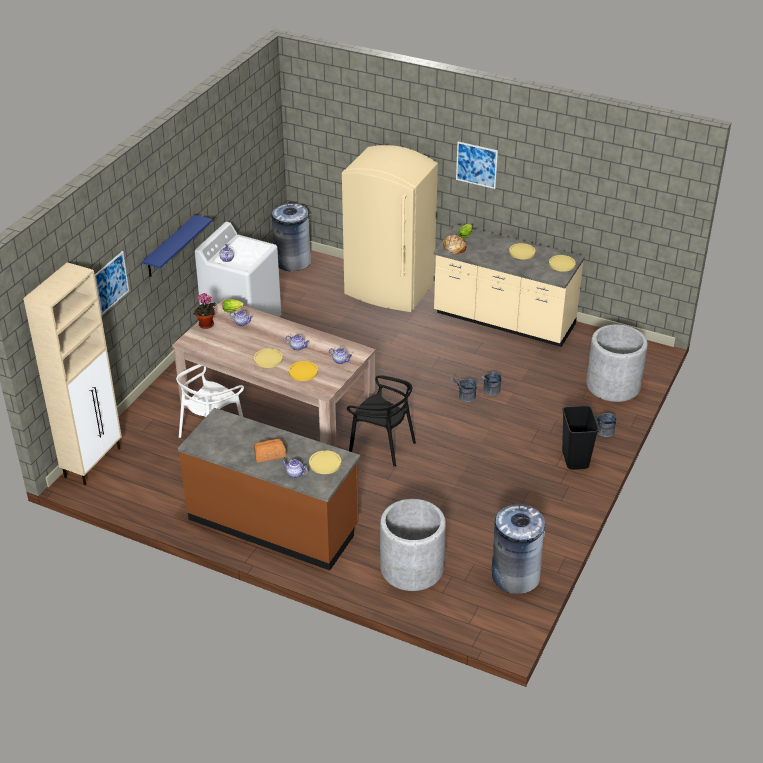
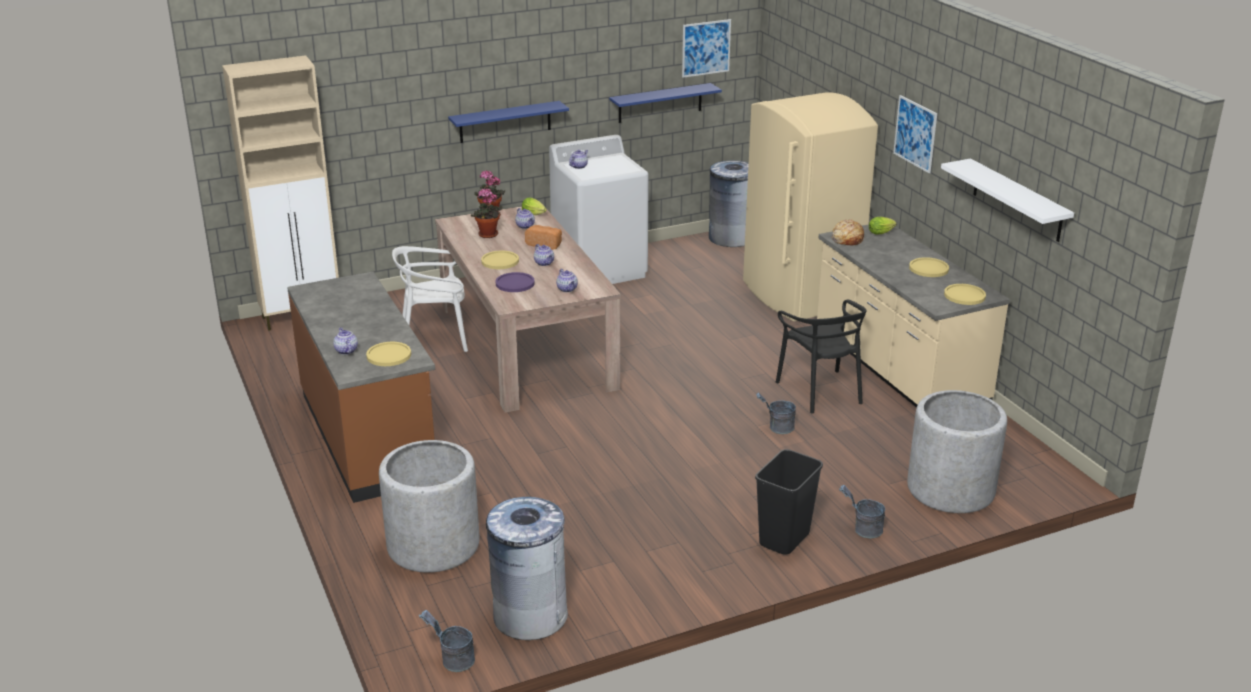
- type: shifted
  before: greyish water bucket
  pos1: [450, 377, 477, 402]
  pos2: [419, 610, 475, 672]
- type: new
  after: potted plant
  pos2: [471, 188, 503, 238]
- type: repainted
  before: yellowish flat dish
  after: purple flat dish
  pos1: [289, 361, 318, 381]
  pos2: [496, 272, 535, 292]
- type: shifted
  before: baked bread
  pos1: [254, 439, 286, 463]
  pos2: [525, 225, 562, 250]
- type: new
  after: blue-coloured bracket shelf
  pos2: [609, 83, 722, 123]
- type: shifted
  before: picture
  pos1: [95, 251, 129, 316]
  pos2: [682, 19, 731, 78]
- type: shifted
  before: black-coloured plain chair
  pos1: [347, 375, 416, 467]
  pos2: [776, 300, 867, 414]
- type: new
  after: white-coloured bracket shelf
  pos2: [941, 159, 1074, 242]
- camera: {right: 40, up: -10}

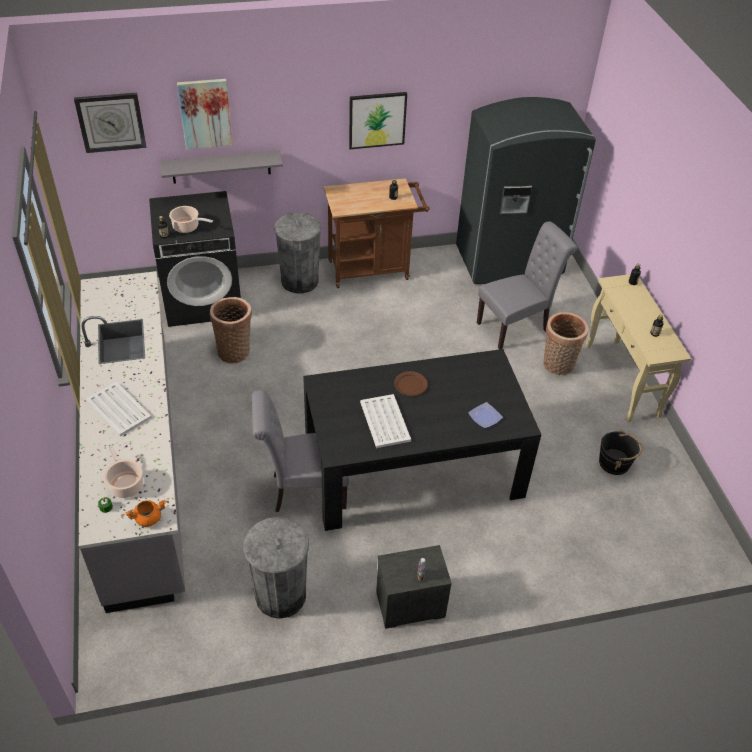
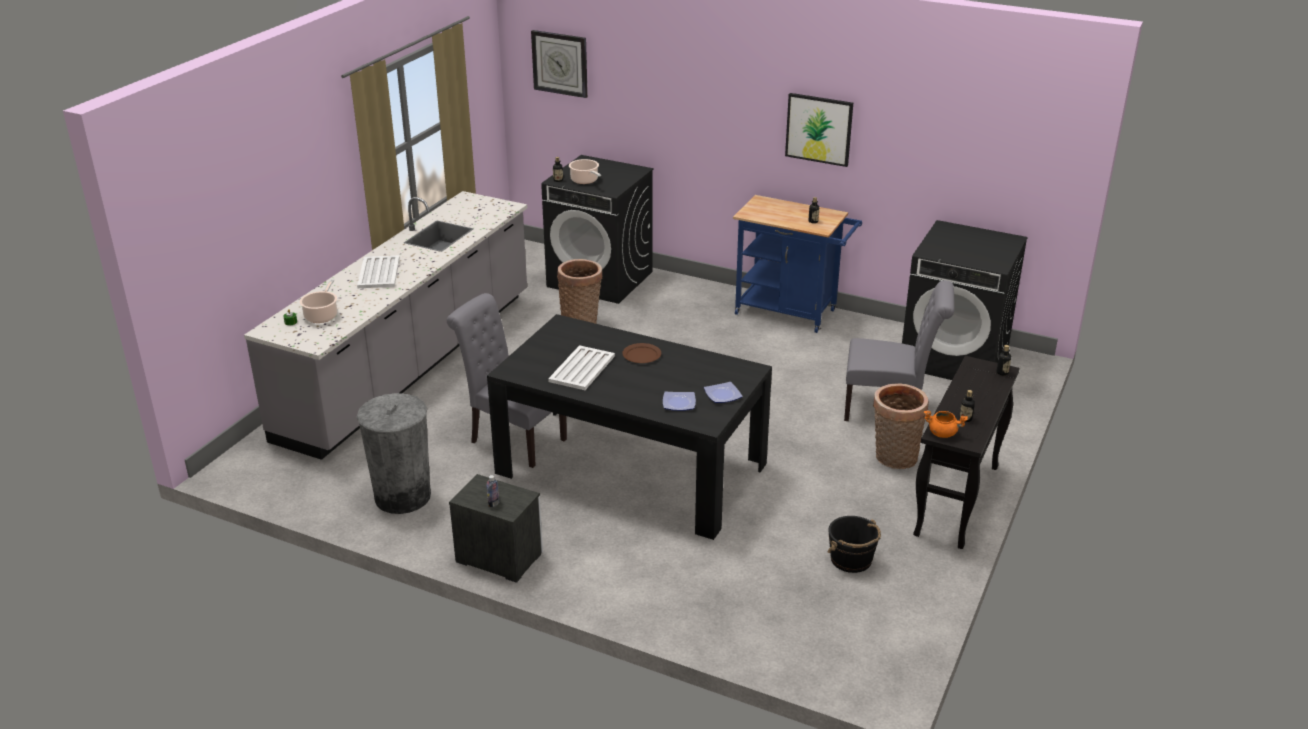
- type: new
  after: flat dish
  pos2: [704, 382, 743, 403]
- type: repainted
  before: brown cart
  after: blue-coloured cart
  pos1: [324, 178, 429, 288]
  pos2: [733, 195, 862, 333]
- type: swapped
  before: greyish kitchen fridge
  after: black-coloured laundry appliance
  pos1: [456, 97, 596, 284]
  pos2: [902, 220, 1028, 380]
- type: repainted
  before: beige-coloured hall table
  after: black-coloured hall table
  pos1: [586, 274, 691, 422]
  pos2: [913, 356, 1020, 549]
- type: shifted
  before: orange stockpot
  pos1: [125, 499, 166, 527]
  pos2: [924, 411, 968, 438]
- type: gone
  before: greyish bracket shelf
  pos1: [160, 150, 283, 184]
- type: gone
  before: picture
  pos1: [177, 79, 233, 149]
- type: gone
  before: greyish rubbish bin
  pos1: [274, 212, 321, 293]
- camera: {right: 40, up: -15}

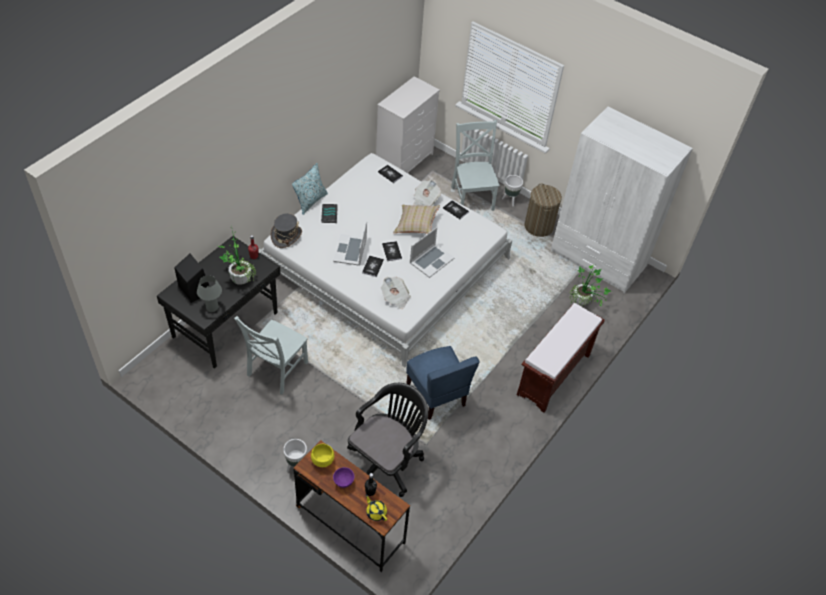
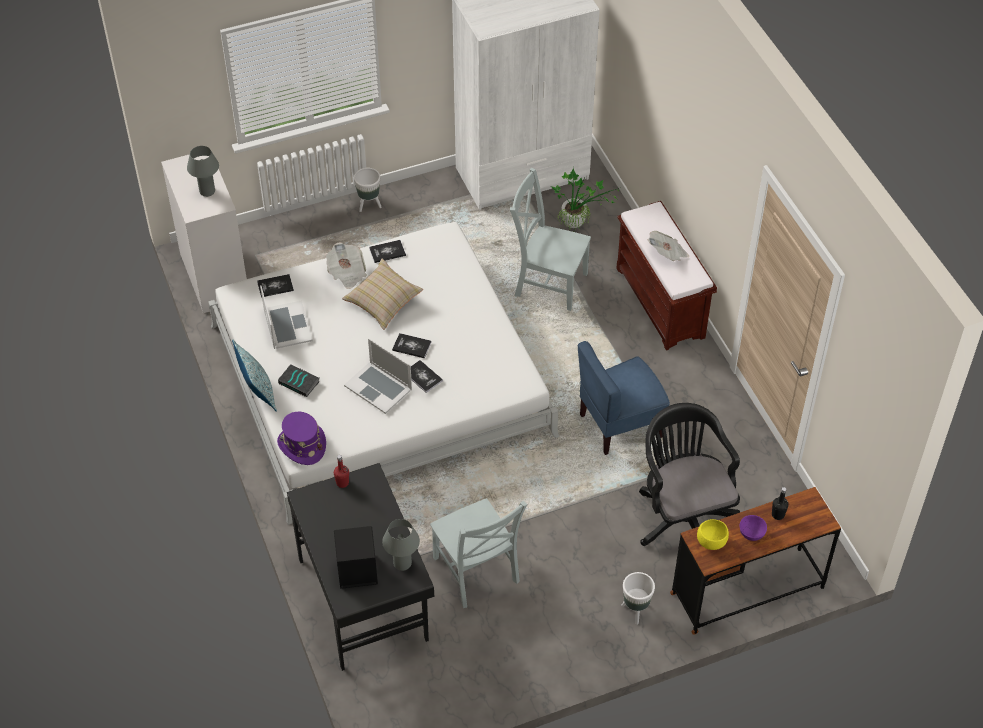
- type: new
  after: greyish lamp for a table
  pos2: [187, 146, 219, 197]
- type: shifted
  before: notebook computer
  pos1: [410, 227, 455, 278]
  pos2: [260, 285, 313, 349]
- type: repainted
  before: greyish hat
  after: purple hat
  pos1: [271, 213, 302, 248]
  pos2: [277, 412, 326, 465]
- type: shifted
  before: greyish plain chair
  pos1: [451, 120, 500, 211]
  pos2: [510, 167, 591, 311]
- type: rotated
  before: blue-coloured plain chair
  pos1: [406, 346, 480, 420]
  pos2: [578, 341, 670, 455]
  turn: 150
- type: shifted
  before: daily paper
  pos1: [381, 277, 411, 309]
  pos2: [647, 231, 689, 261]
- type: gone
  before: potted plant
  pos1: [219, 226, 257, 285]
- type: gone
  before: yellowish teapot
  pos1: [366, 495, 387, 521]
- type: gone
  before: laundry basket
  pos1: [524, 183, 562, 237]
- camera: {right: -55, up: 0}

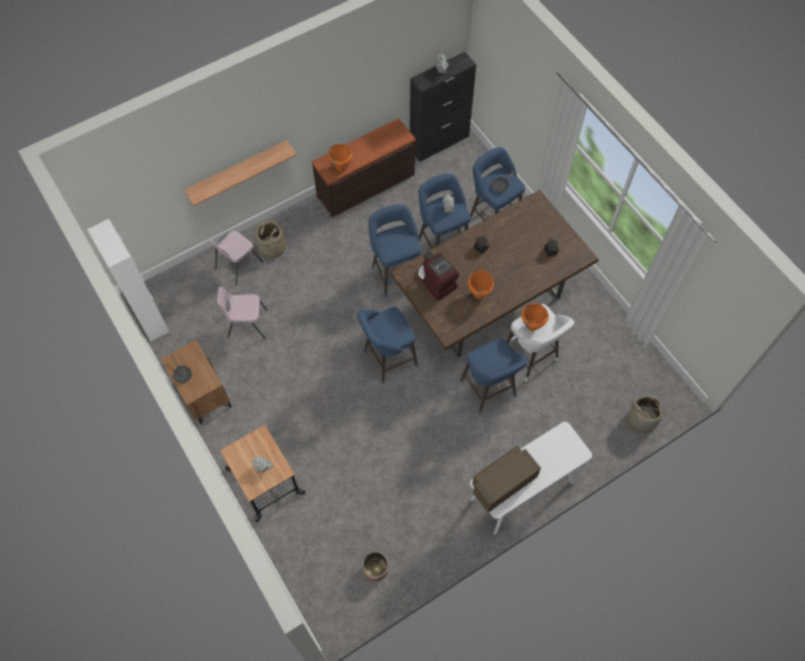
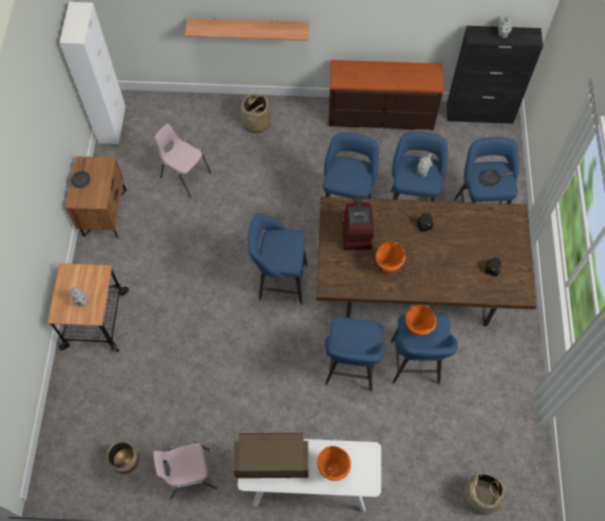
- type: shifted
  before: pink-coloured plain chair
  pos1: [209, 231, 263, 285]
  pos2: [153, 441, 217, 500]
- type: shifted
  before: orange stockpot
  pos1: [328, 144, 352, 172]
  pos2: [317, 446, 351, 481]
- type: repainted
  before: white-coloured stool
  after: blue-coloured stool
  pos1: [507, 304, 574, 381]
  pos2: [390, 315, 458, 384]
- camera: {right: 35, up: 0}

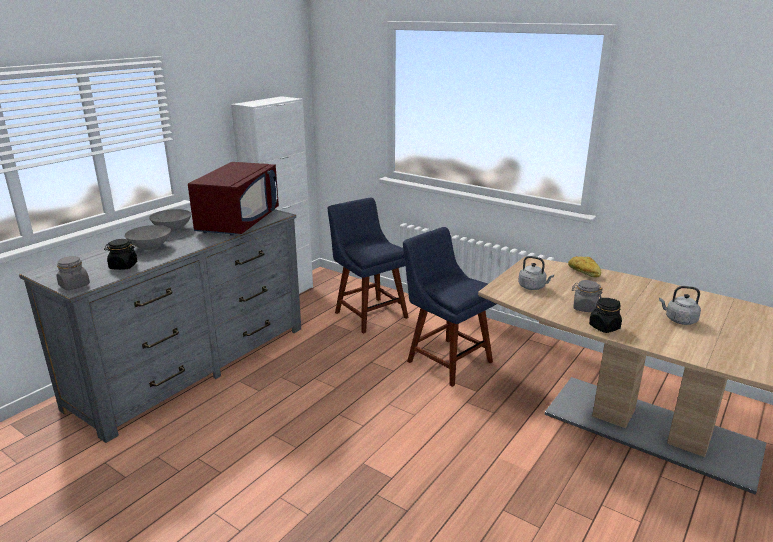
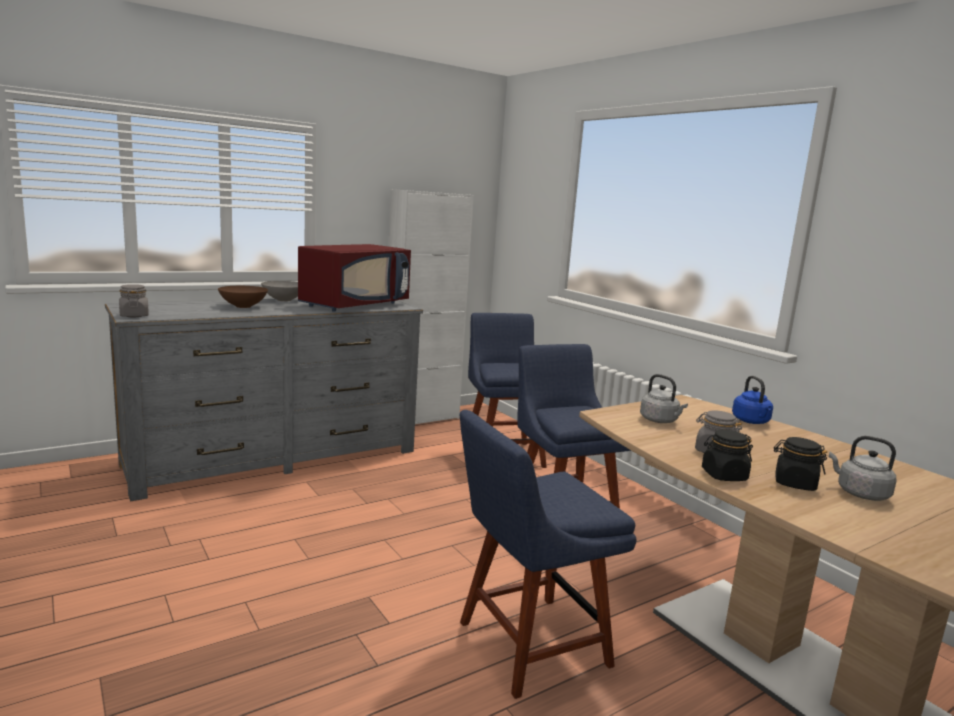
- type: repainted
  before: greyish bowl
  after: brown bowl
  pos1: [125, 225, 171, 250]
  pos2: [218, 286, 268, 308]
- type: new
  after: blue-coloured plain chair
  pos2: [460, 410, 636, 699]
- type: swapped
  before: baked bread
  after: blue-coloured tea kettle
  pos1: [568, 256, 601, 277]
  pos2: [732, 376, 773, 424]
- type: shifted
  before: black-coloured preserve jar
  pos1: [104, 239, 137, 270]
  pos2: [774, 437, 827, 491]
- camera: {right: 20, up: -10}

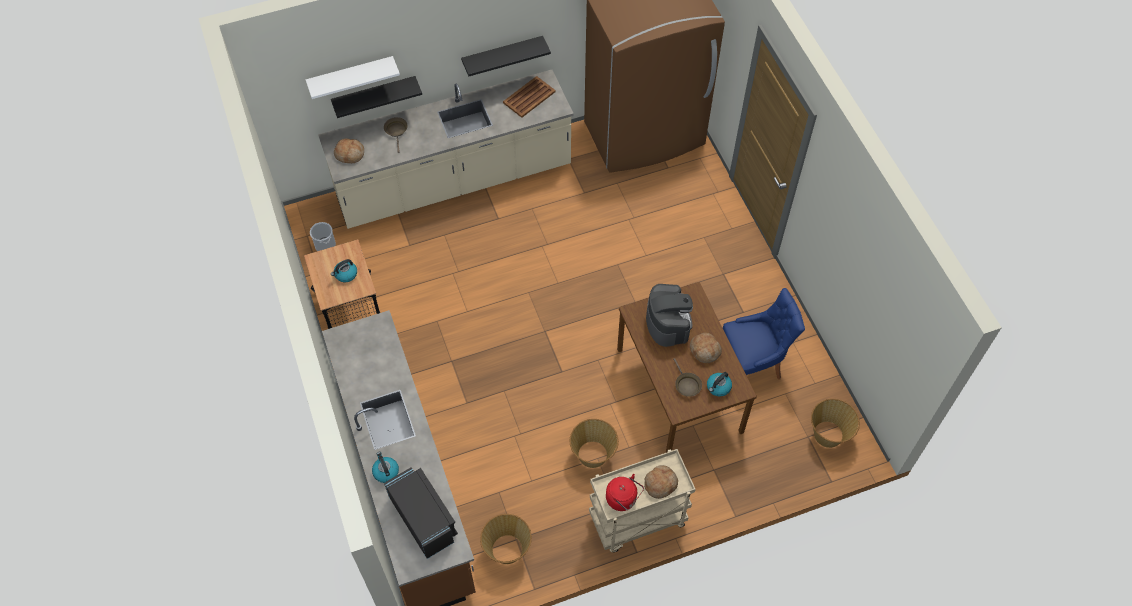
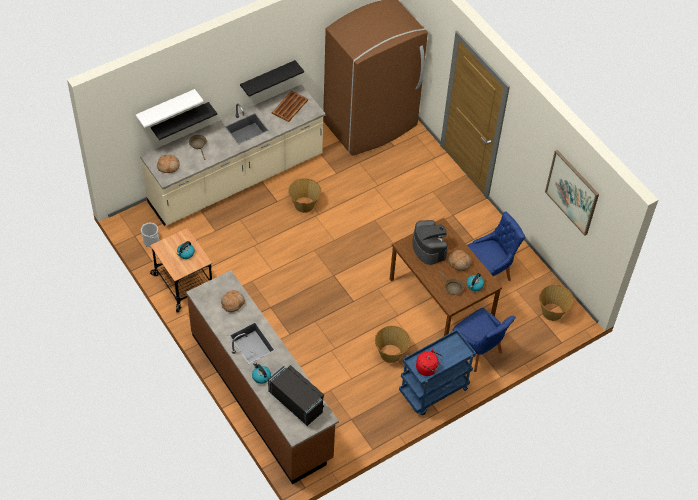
- type: shifted
  before: baked bread
  pos1: [644, 465, 678, 499]
  pos2: [221, 290, 245, 312]
- type: shifted
  before: household basket
  pos1: [480, 514, 532, 564]
  pos2: [288, 178, 321, 213]
- type: repainted
  before: beige-coloured cart
  after: blue-coloured cart
  pos1: [589, 449, 696, 552]
  pos2: [399, 330, 476, 415]
- type: new
  after: blue-coloured plain chair
  pos2: [453, 308, 516, 372]
- type: new
  after: picture
  pos2: [545, 150, 599, 236]
- camera: {right: -15, up: -5}

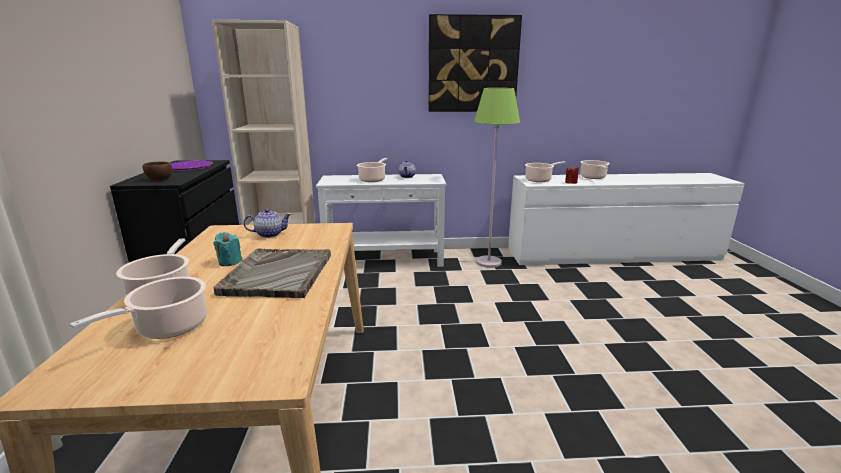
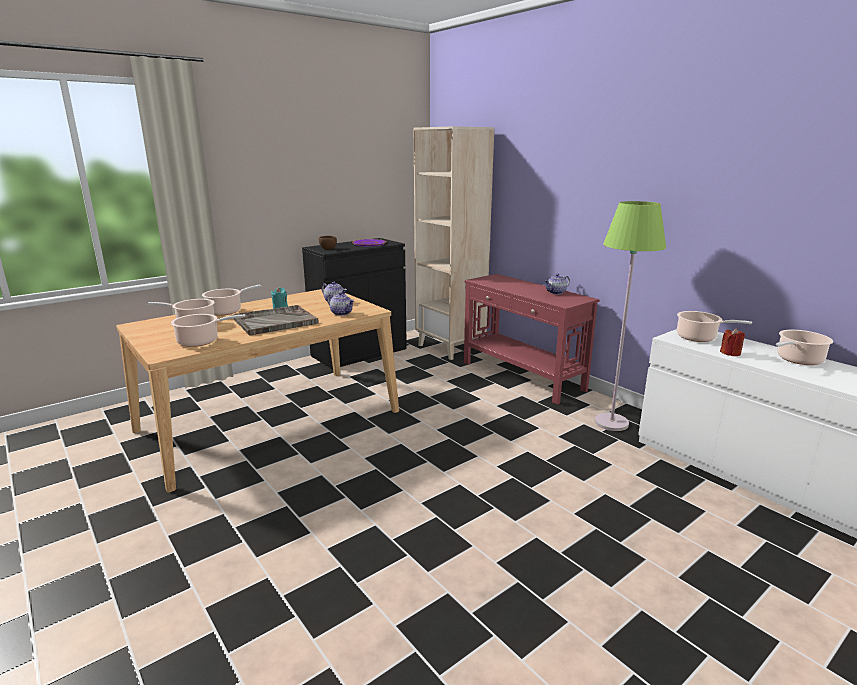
- type: shifted
  before: stockpot
  pos1: [357, 158, 387, 182]
  pos2: [171, 314, 245, 347]
- type: new
  after: teapot
  pos2: [327, 292, 355, 316]
- type: repainted
  before: white-coloured hall table
  after: red-coloured hall table
  pos1: [316, 174, 446, 267]
  pos2: [464, 274, 600, 405]
- type: gone
  before: picture
  pos1: [428, 14, 522, 112]
- camera: {right: 55, up: 0}

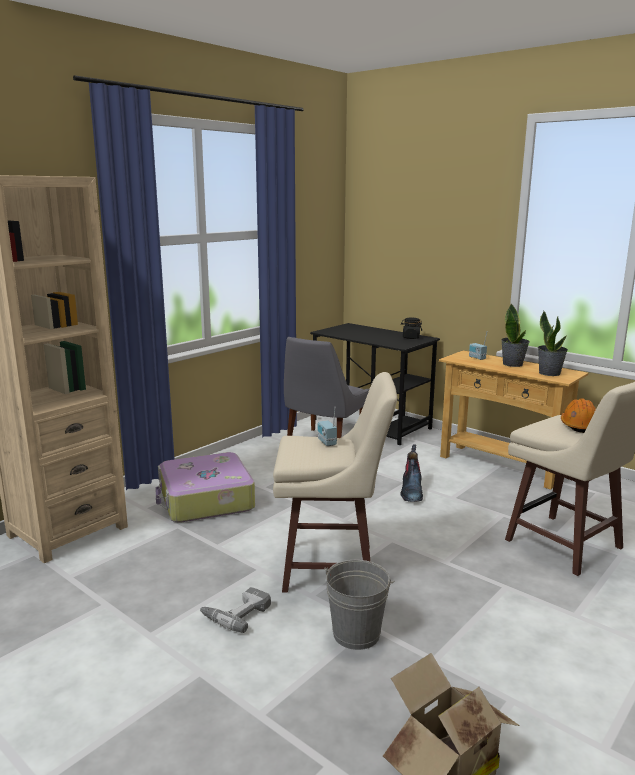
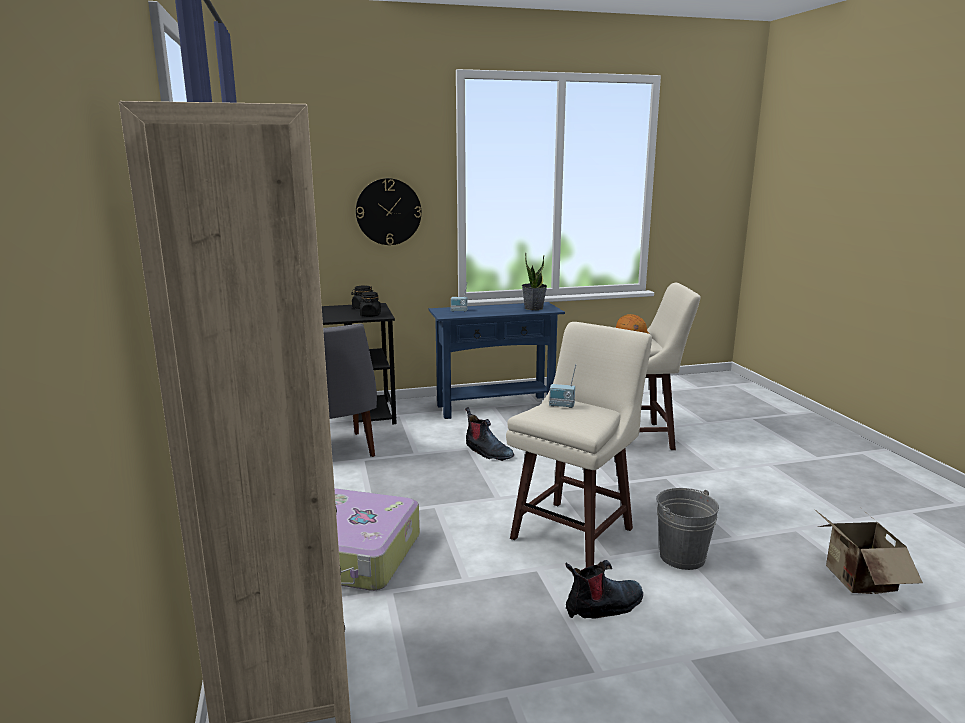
- type: new
  after: hanging clock
  pos2: [356, 178, 421, 245]
- type: new
  after: black-coloured preserve jar
  pos2: [360, 292, 381, 317]
- type: repainted
  before: beige-coloured hall table
  after: blue-coloured hall table
  pos1: [439, 351, 588, 489]
  pos2: [429, 302, 565, 419]
- type: swapped
  before: drill
  after: high-top boot
  pos1: [200, 587, 271, 633]
  pos2: [565, 560, 643, 619]
- type: gone
  before: potted plant
  pos1: [501, 303, 530, 367]
- camera: {right: -55, up: 0}

